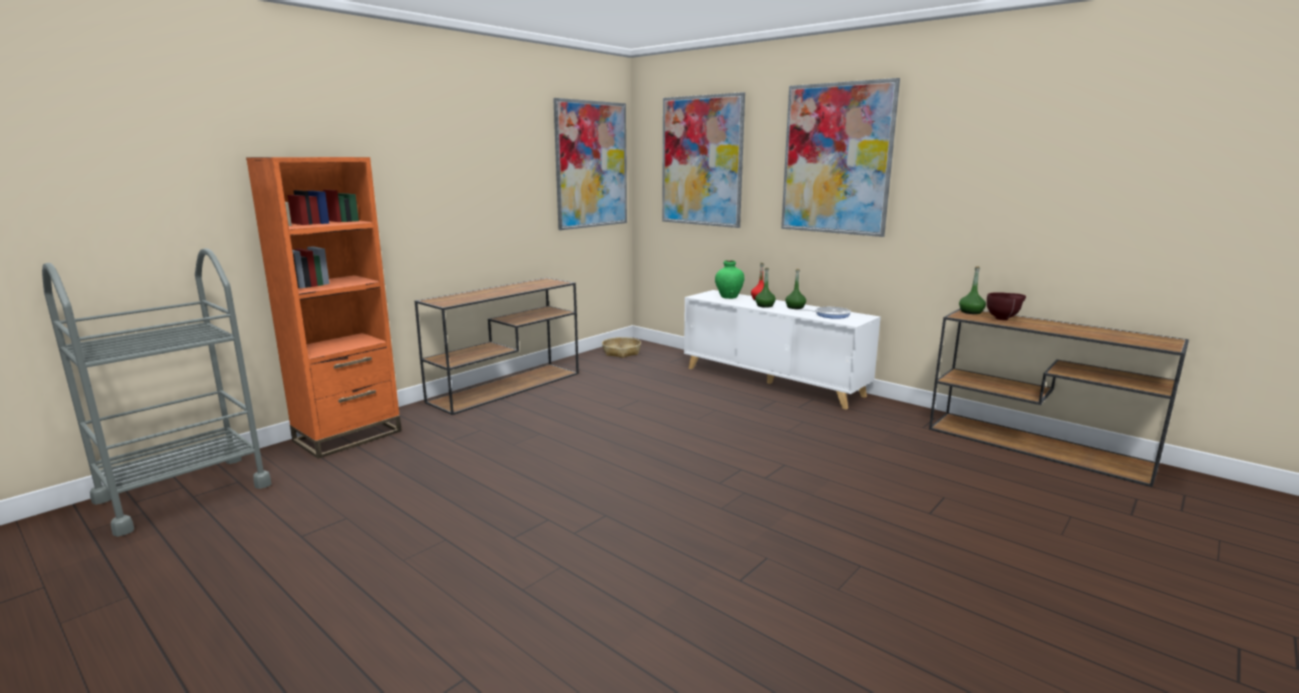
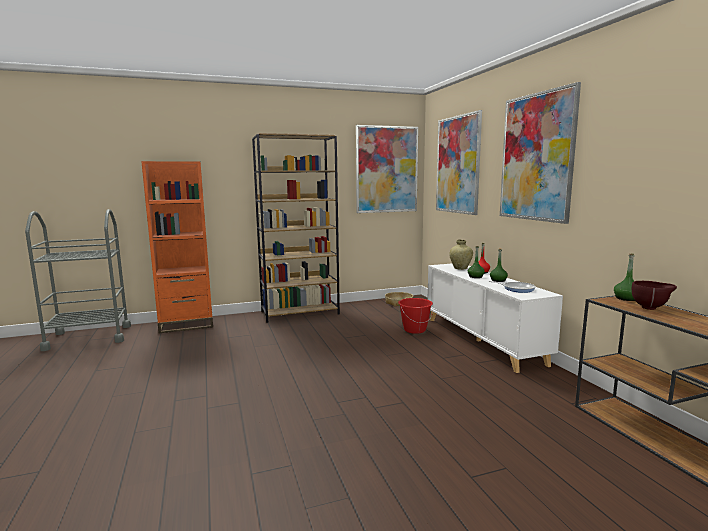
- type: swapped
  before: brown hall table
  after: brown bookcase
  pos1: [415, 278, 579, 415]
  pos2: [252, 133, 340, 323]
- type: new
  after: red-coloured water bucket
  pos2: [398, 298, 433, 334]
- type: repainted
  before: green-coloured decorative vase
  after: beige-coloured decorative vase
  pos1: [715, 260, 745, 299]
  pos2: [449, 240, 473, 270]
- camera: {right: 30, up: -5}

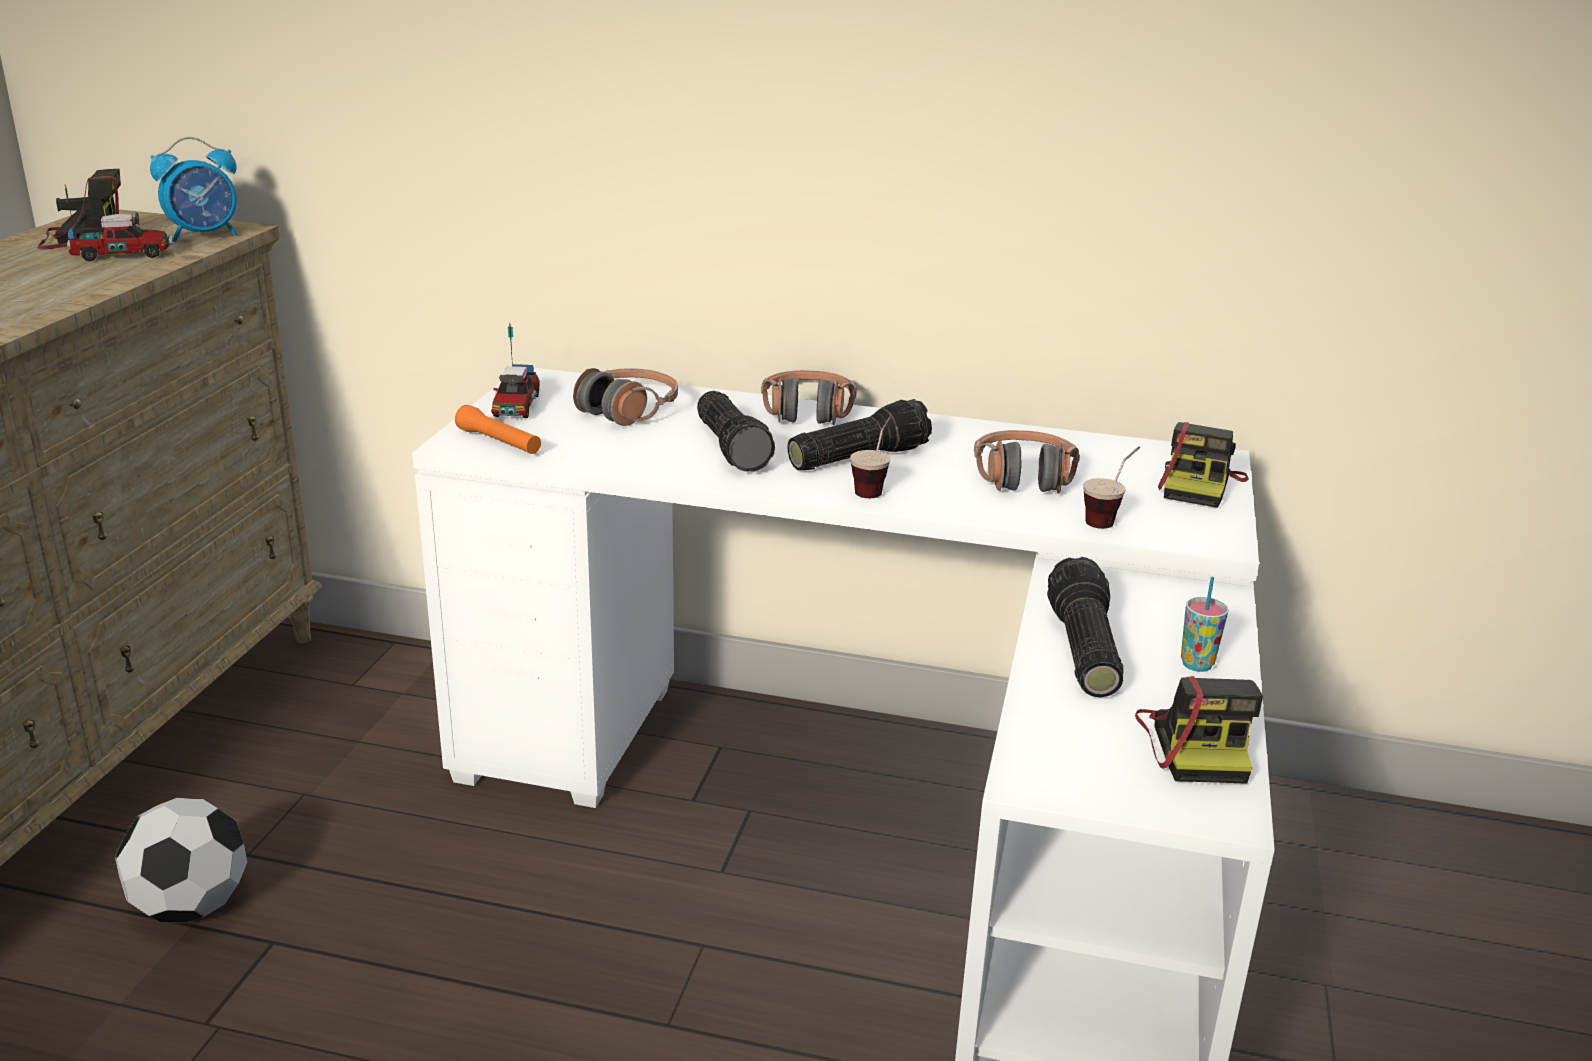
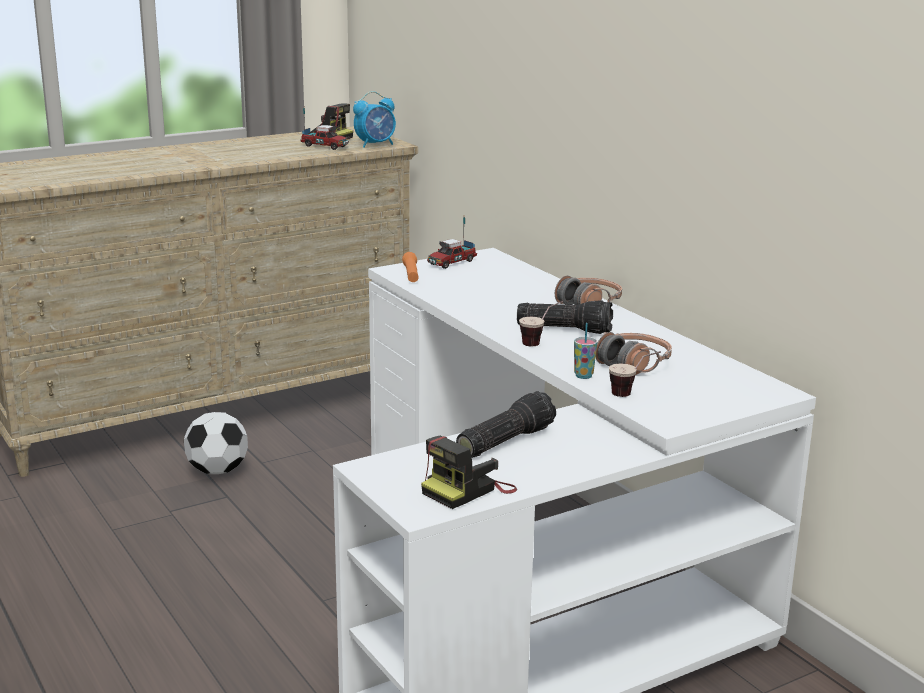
- type: rotated
  before: alarm clock
  pos1: [150, 137, 238, 242]
  pos2: [353, 91, 396, 148]
  turn: -45
- type: shifted
  before: small cup
  pos1: [1181, 577, 1228, 672]
  pos2: [574, 323, 597, 379]
- type: gone
  before: pair of headphones
  pos1: [573, 368, 678, 426]
- type: gone
  before: hand torch
  pos1: [697, 391, 775, 472]
- type: gone
  before: still camera
  pos1: [1158, 422, 1249, 508]
- camera: {right: 45, up: -5}

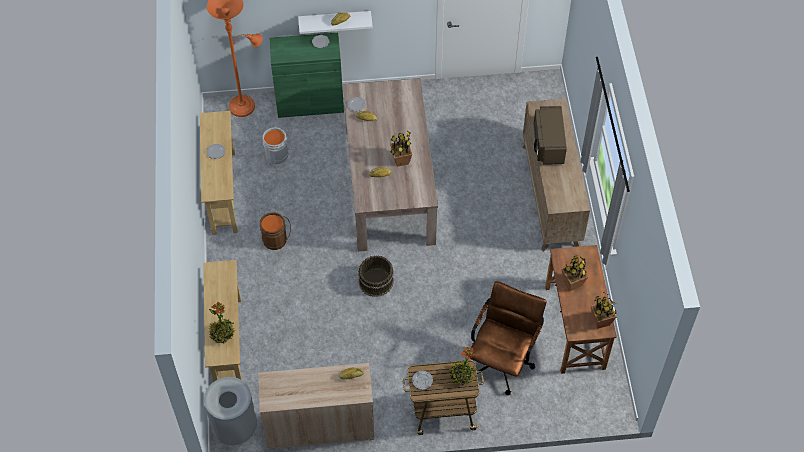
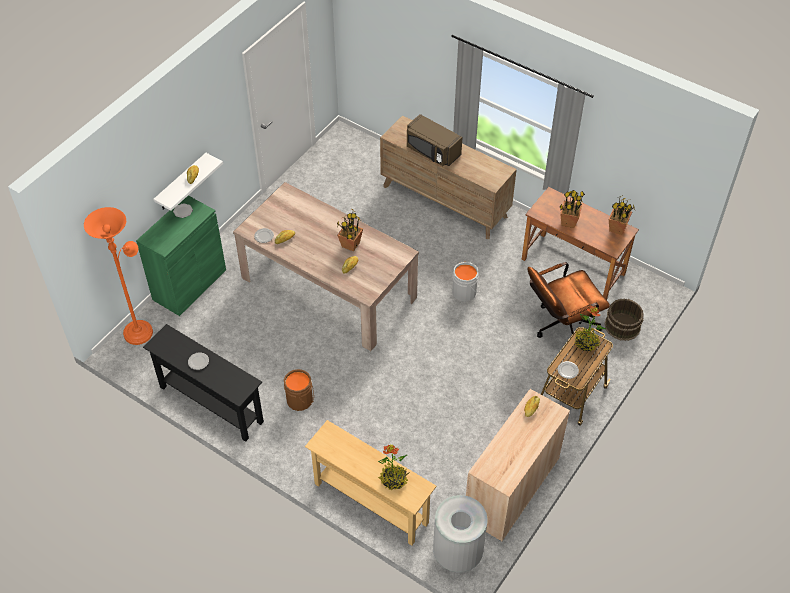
- type: repainted
  before: beige-coloured hall table
  after: black-coloured hall table
  pos1: [200, 111, 238, 235]
  pos2: [143, 324, 264, 442]
- type: shifted
  before: greyish water bucket
  pos1: [262, 127, 292, 164]
  pos2: [452, 262, 480, 302]
- type: rotated
  before: brown computer chair
  pos1: [470, 281, 547, 395]
  pos2: [528, 262, 610, 345]
  turn: -90
- type: shifted
  before: brown water bucket
  pos1: [358, 255, 394, 297]
  pos2: [605, 299, 644, 341]
- camera: {right: -50, up: -5}

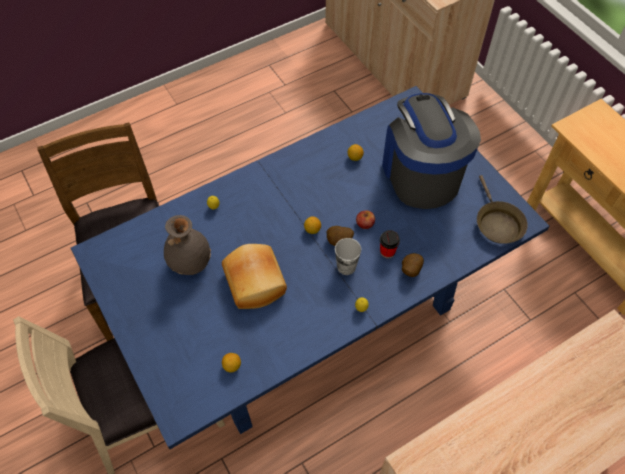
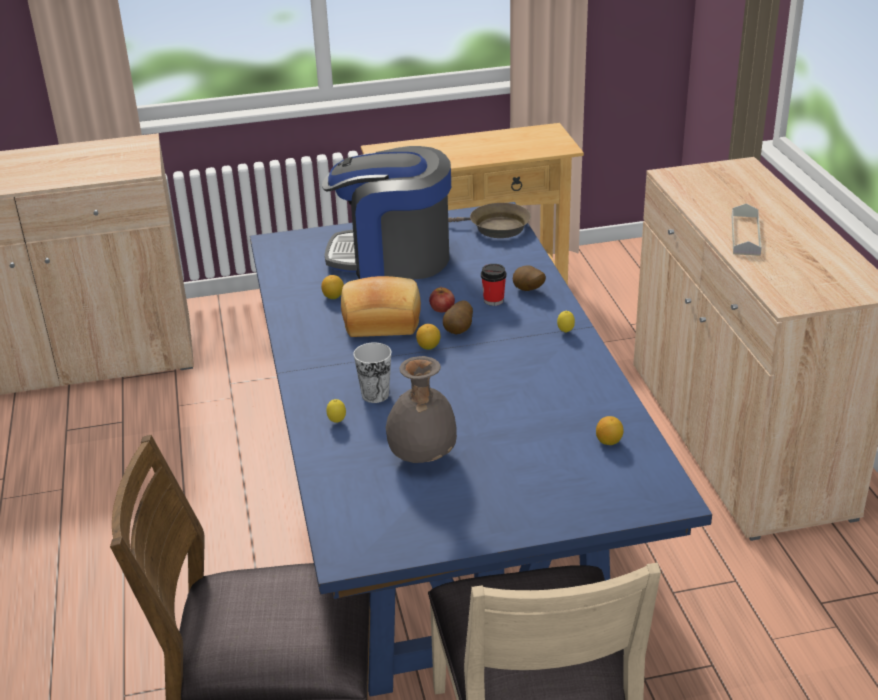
- type: shifted
  before: baked bread
  pos1: [222, 244, 287, 309]
  pos2: [341, 276, 421, 337]
- type: shifted
  before: small cup
  pos1: [335, 238, 361, 275]
  pos2: [353, 342, 391, 403]
- type: new
  after: greyish serving tray
  pos2: [732, 204, 762, 256]
- camera: {right: -70, up: -25}

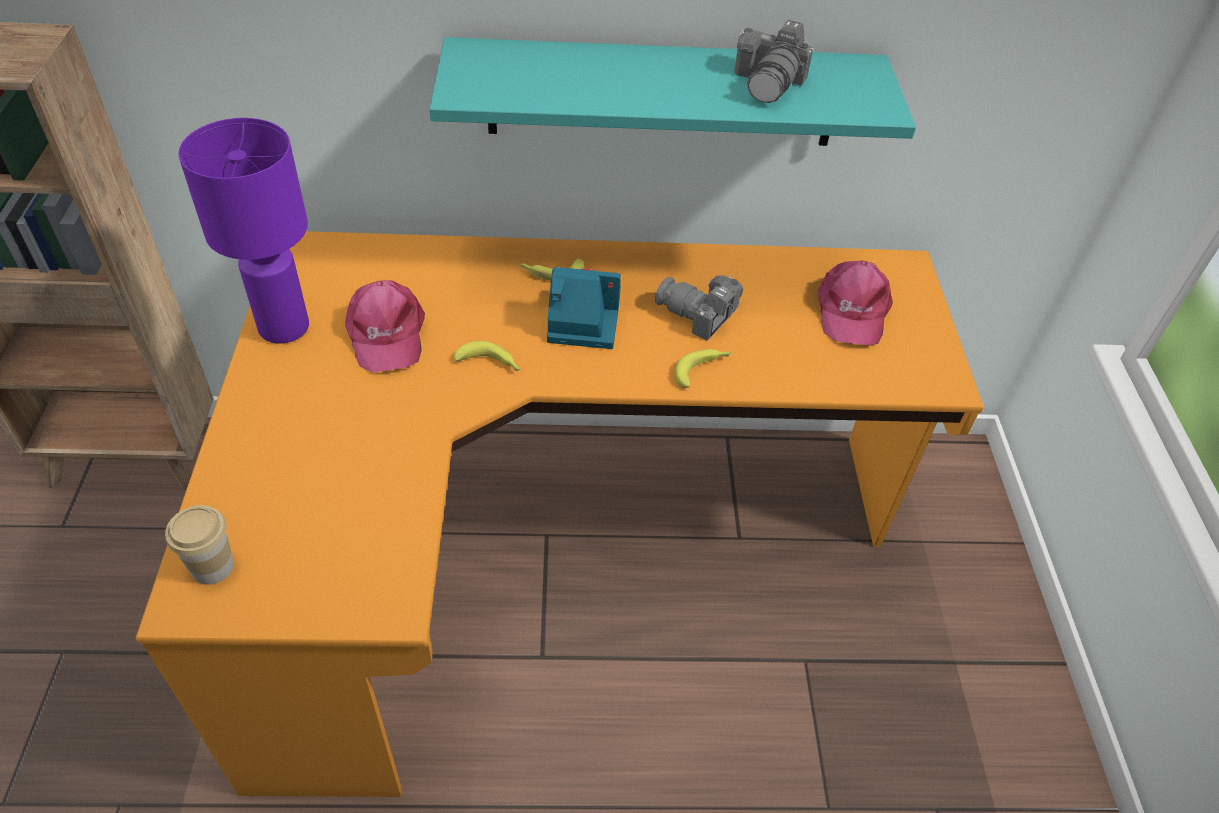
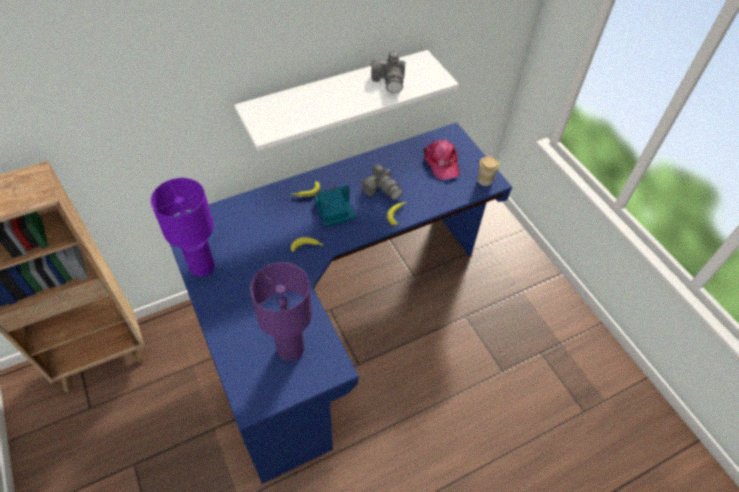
- type: repainted
  before: orange desk table
  after: blue-coloured desk table
  pos1: [135, 231, 984, 797]
  pos2: [170, 122, 512, 484]
- type: repainted
  before: blue-green bracket shelf
  after: white-coloured bracket shelf
  pos1: [429, 37, 916, 146]
  pos2: [234, 50, 459, 151]
- type: new
  after: purple lamp for a table
  pos2: [250, 262, 312, 361]
- type: rotated
  before: still camera
  pos1: [655, 276, 743, 341]
  pos2: [361, 164, 403, 200]
  turn: -135
- type: shifted
  before: small cup
  pos1: [165, 505, 234, 585]
  pos2: [478, 156, 499, 186]
- type: gone
  before: pink-coloured peaked cap
  pos1: [345, 280, 425, 373]
- camera: {right: -25, up: 5}

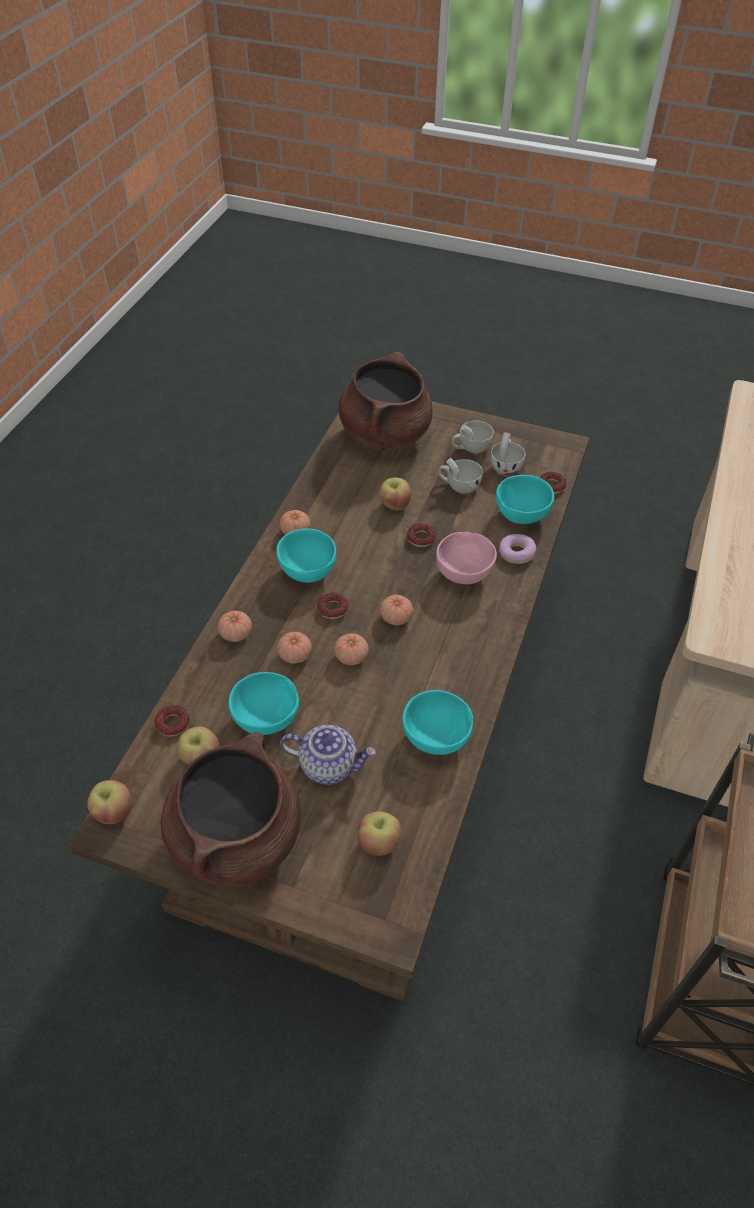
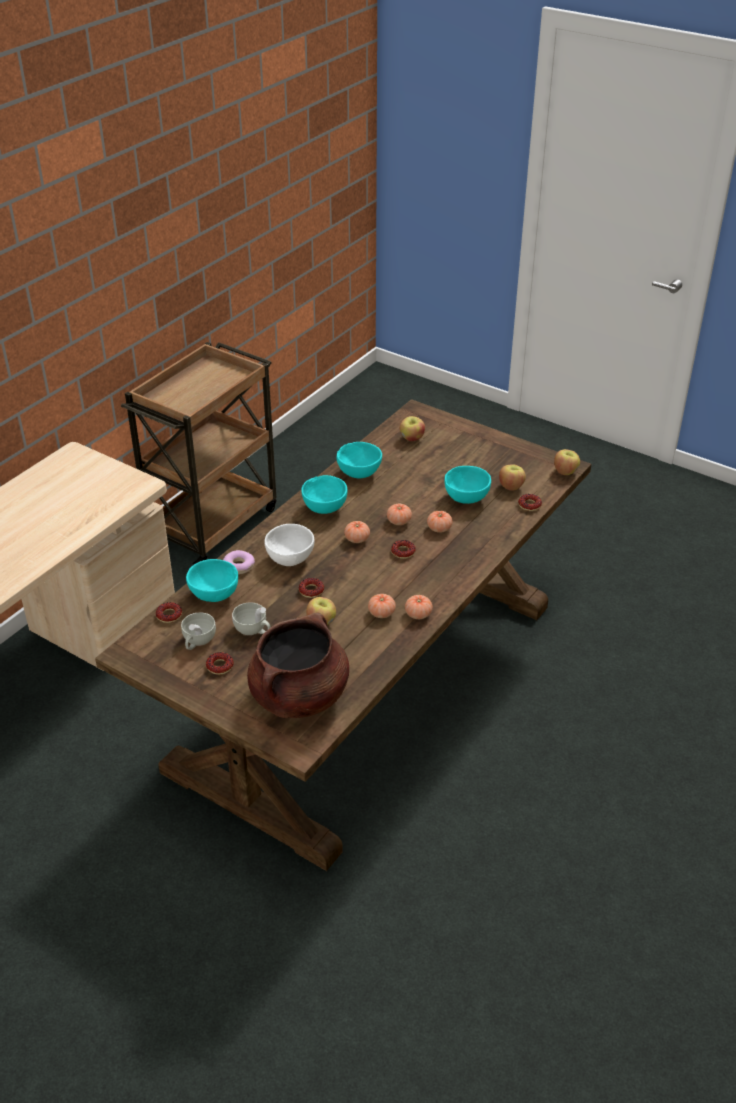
- type: swapped
  before: white-coloured small cup
  after: donut
  pos1: [452, 421, 494, 453]
  pos2: [206, 652, 234, 675]
- type: repainted
  before: pink-coloured bowl
  after: white-coloured bowl
  pos1: [436, 532, 497, 584]
  pos2: [265, 524, 314, 566]
- type: shifted
  before: blue-green bowl
  pos1: [276, 528, 336, 583]
  pos2: [301, 475, 347, 514]
- type: shifted
  before: fresh tomato
  pos1: [218, 611, 252, 642]
  pos2: [368, 594, 396, 618]
- type: gone
  before: brown stockpot
  pos1: [160, 732, 301, 887]
- type: gone
  before: teapot
  pos1: [280, 725, 376, 785]
- camera: {right: -165, up: -10}

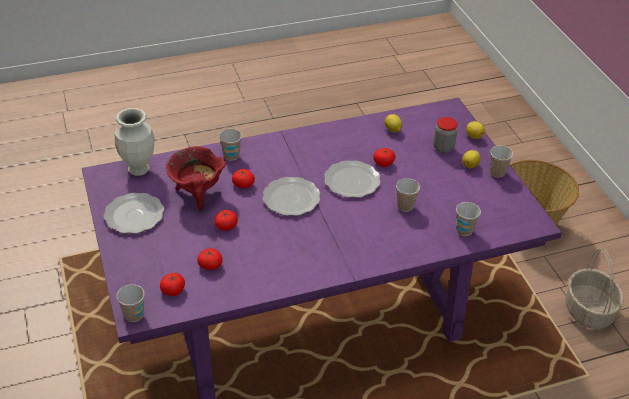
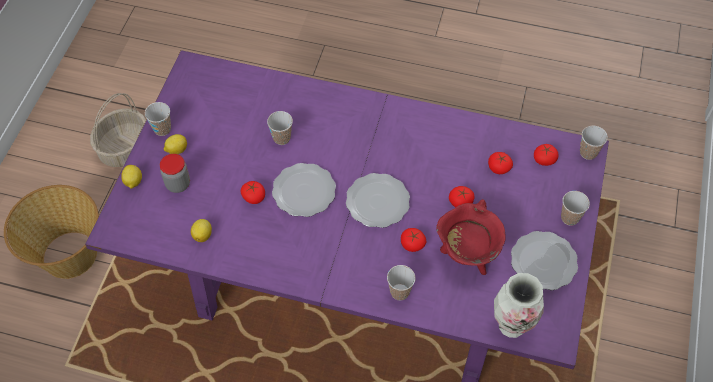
- type: shifted
  before: small cup
  pos1: [456, 202, 481, 236]
  pos2: [561, 191, 590, 226]
- camera: {right: -145, up: 15}

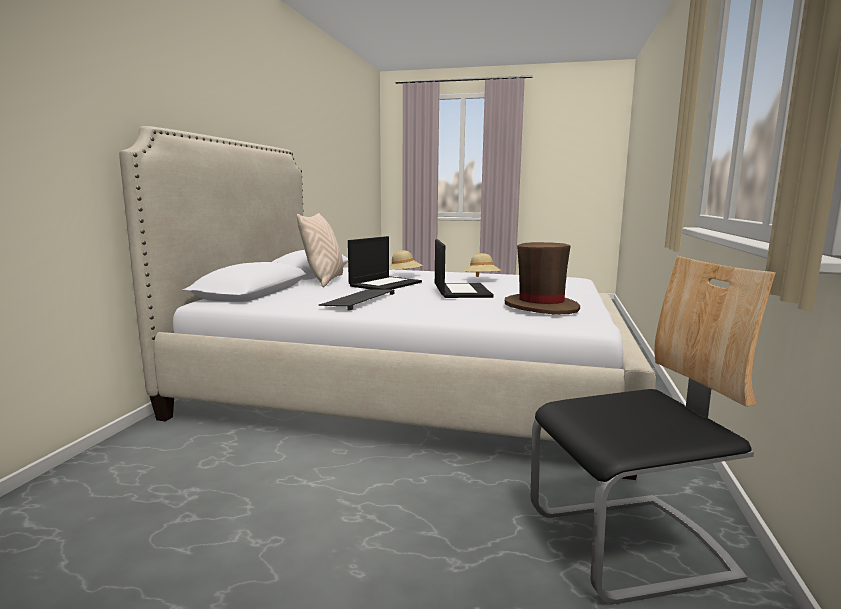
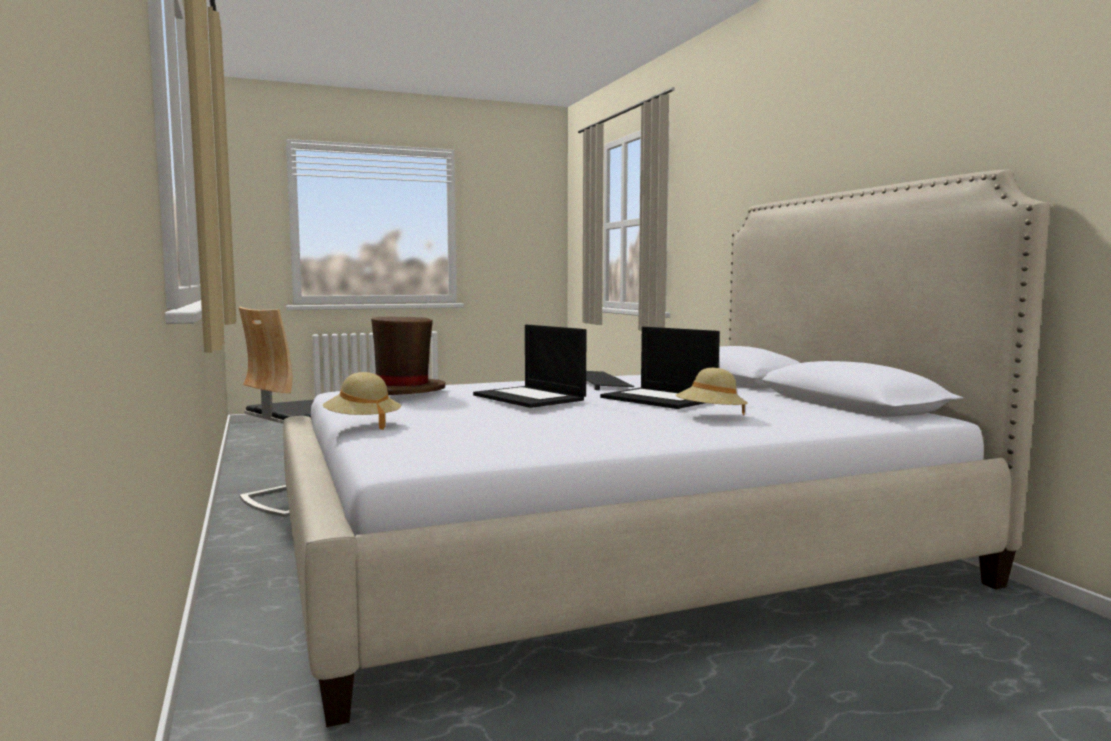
- type: shifted
  before: beige-coloured hat
  pos1: [463, 253, 501, 277]
  pos2: [323, 372, 401, 430]
- type: rotated
  before: notebook computer
  pos1: [348, 236, 422, 290]
  pos2: [600, 327, 720, 409]
  turn: -45
- type: gone
  before: beige-coloured throw pillow
  pos1: [297, 213, 343, 287]
- camera: {right: 145, up: -5}

